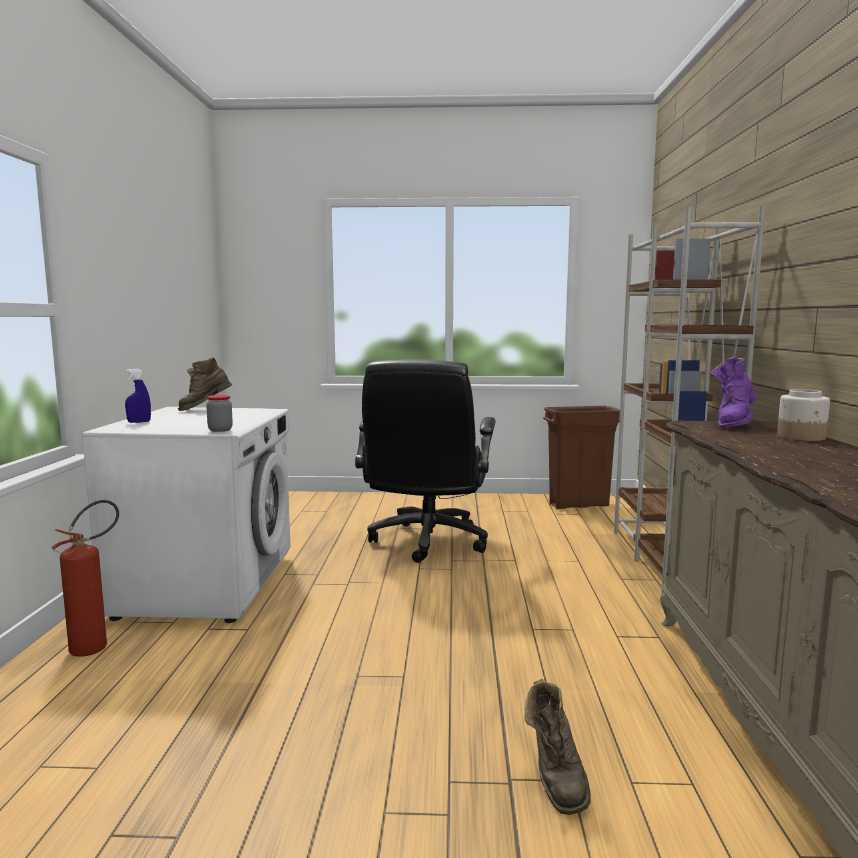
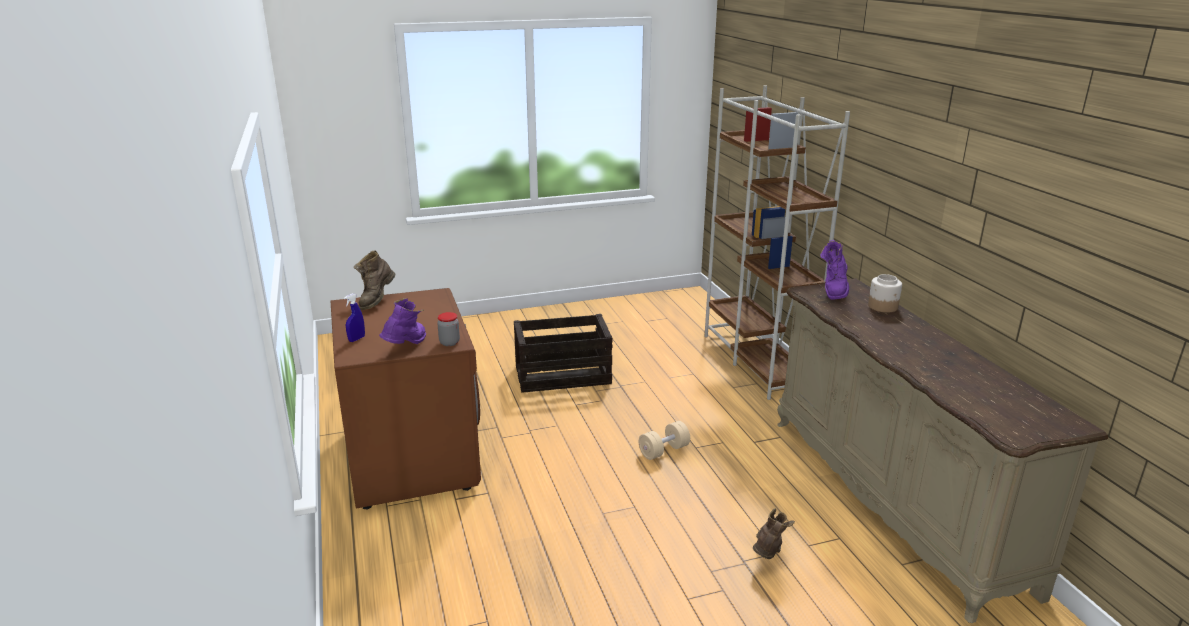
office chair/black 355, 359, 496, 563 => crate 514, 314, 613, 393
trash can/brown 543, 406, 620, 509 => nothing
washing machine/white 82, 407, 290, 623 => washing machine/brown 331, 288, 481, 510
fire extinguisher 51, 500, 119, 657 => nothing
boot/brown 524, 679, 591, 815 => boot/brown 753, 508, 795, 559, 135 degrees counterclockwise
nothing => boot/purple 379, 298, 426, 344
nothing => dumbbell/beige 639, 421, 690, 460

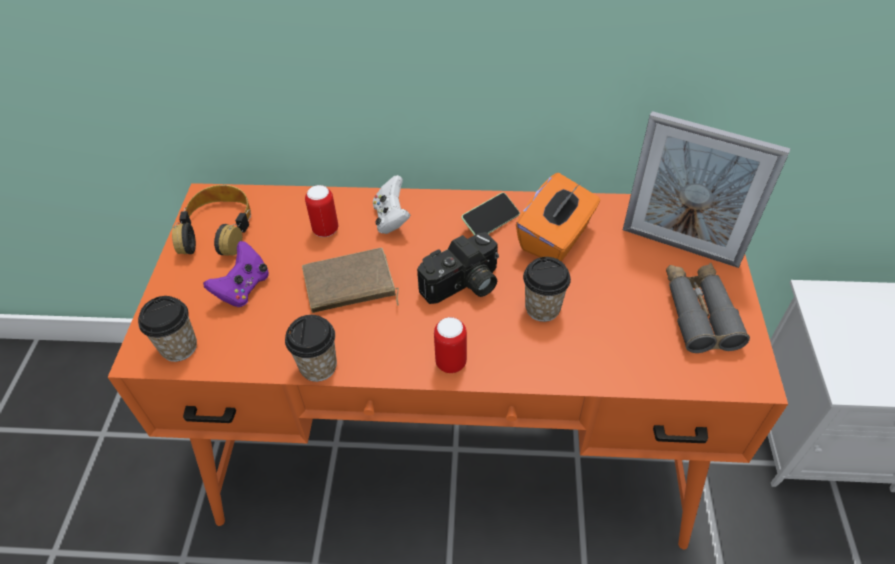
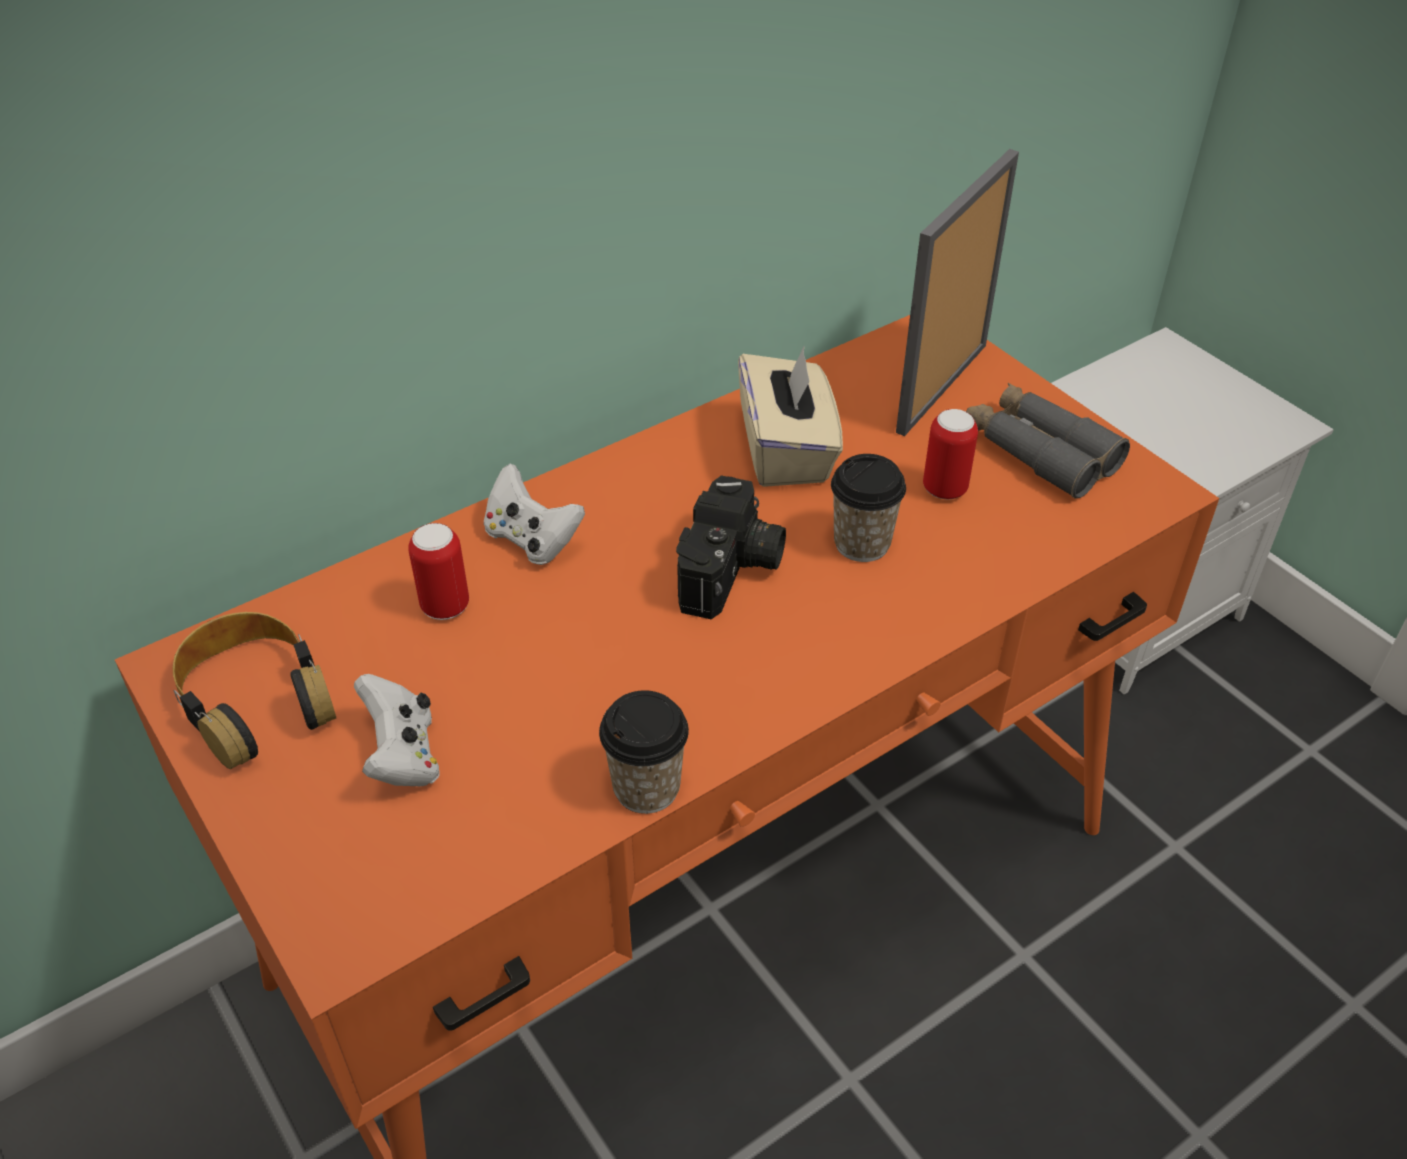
picture frame 623, 111, 791, 268 => picture frame 896, 149, 1019, 436, 135 degrees clockwise
tissue box/orange 516, 173, 600, 261 => tissue box/beige 738, 347, 843, 487
phone 461, 193, 520, 235 => nothing
game controller/purple 203, 241, 269, 307 => game controller/white 354, 674, 440, 786
book/brown 302, 248, 399, 313 => nothing
cup 138, 296, 197, 362 => nothing
can 434, 317, 467, 373 => can 923, 409, 978, 499, relocated

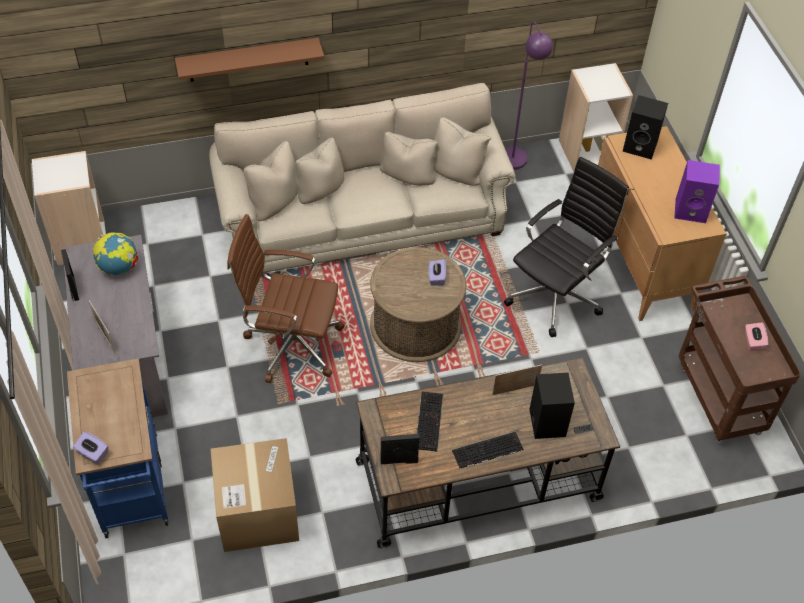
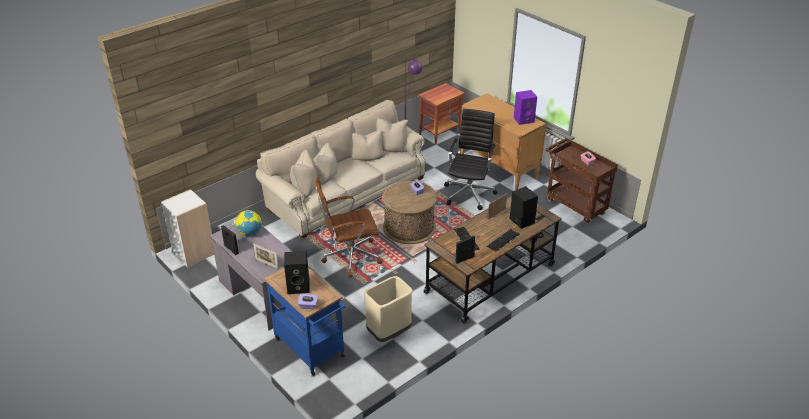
shelf/brown 175, 38, 324, 82 => nothing
bookcase 559, 63, 633, 172 => nightstand 418, 83, 465, 144
speaker/black 622, 95, 668, 160 => speaker/black 284, 251, 310, 294, relocated
cardboard box 210, 438, 299, 552 => trash can/beige 364, 276, 413, 342

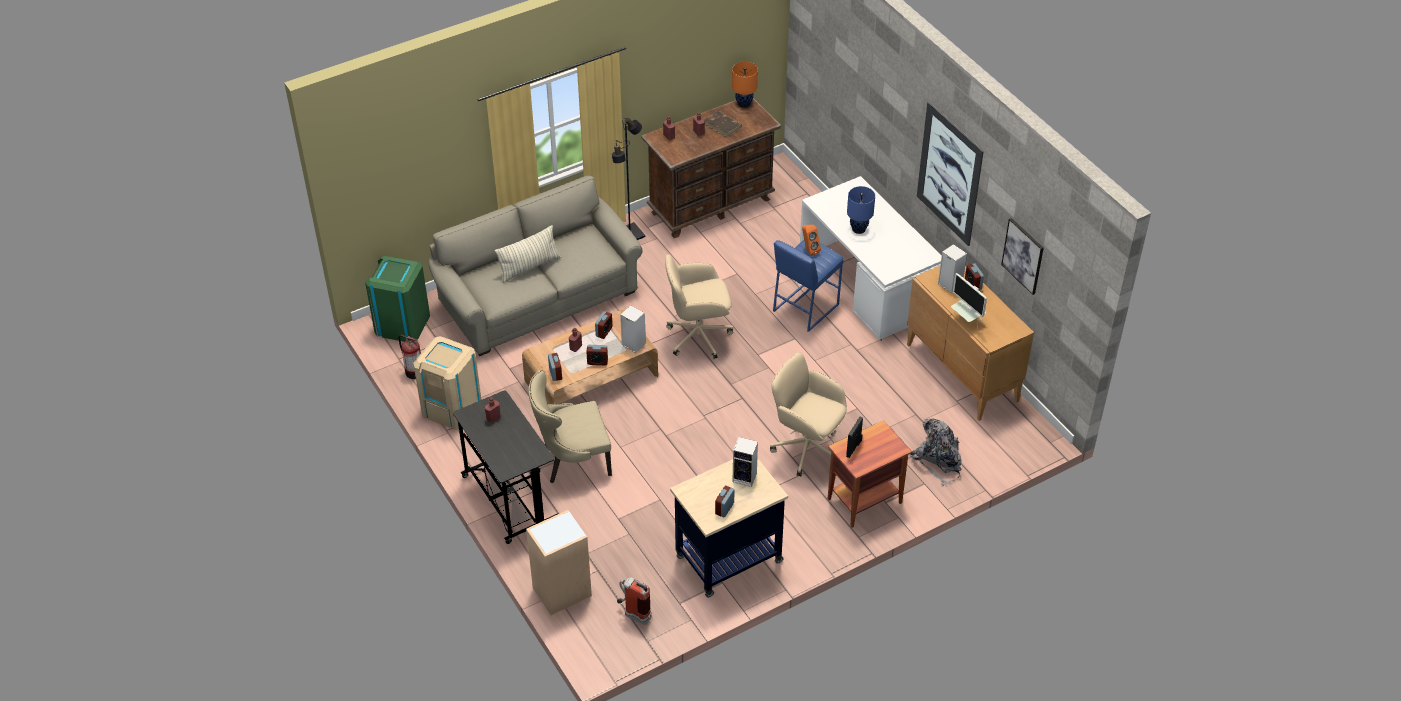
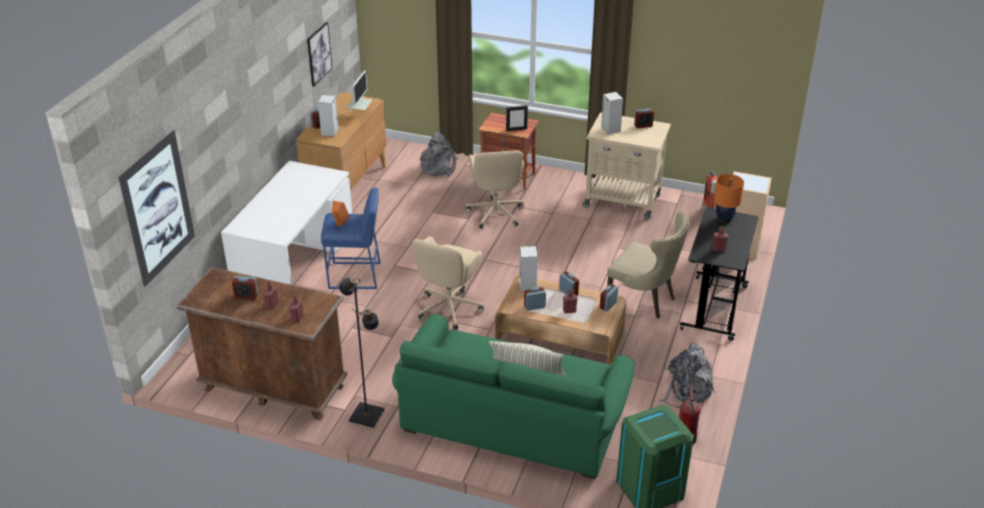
table lamp/orange 732, 62, 758, 108 => table lamp/orange 714, 174, 744, 223, relocated
picture 917, 102, 984, 246 => picture 118, 130, 195, 287, relocated
book/brown 705, 111, 742, 137 => alarm clock 232, 276, 258, 300
sofa/grey 428, 176, 642, 356 => sofa/green 392, 314, 635, 479
table lamp/blue 847, 186, 875, 234 => nothing
office chair/beige 665, 254, 733, 359 => office chair/beige 412, 236, 484, 330, 75 degrees clockwise
trash can/beige 413, 336, 481, 430 => backpack/grey 659, 343, 715, 408
cart/blue 670, 458, 788, 598 => cart/beige 583, 112, 671, 219

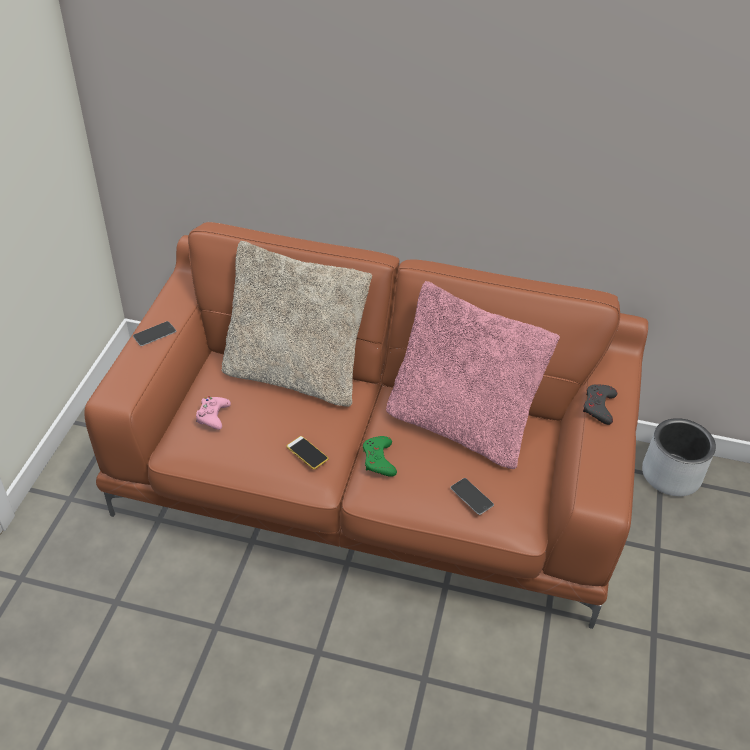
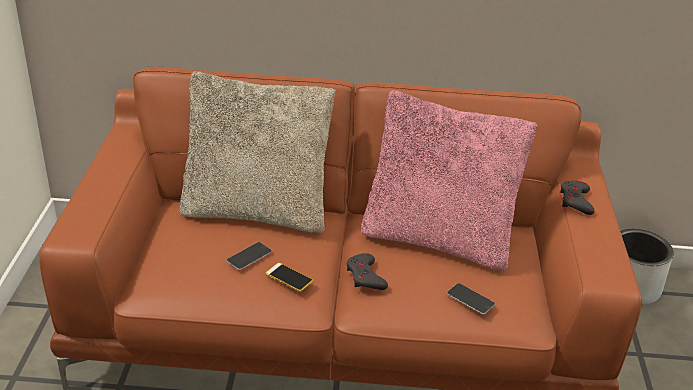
phone 133, 321, 176, 346 => phone 226, 242, 272, 270, relocated
game controller/pink 196, 396, 231, 430 => nothing
game controller/green 363, 436, 397, 477 => game controller/grey 347, 253, 388, 290

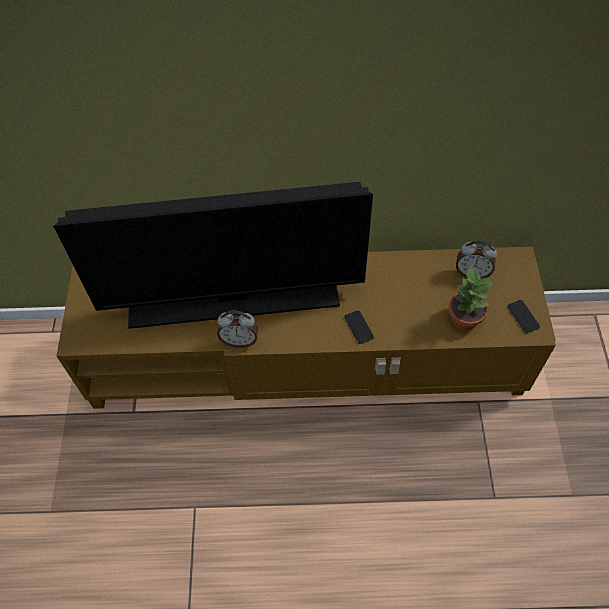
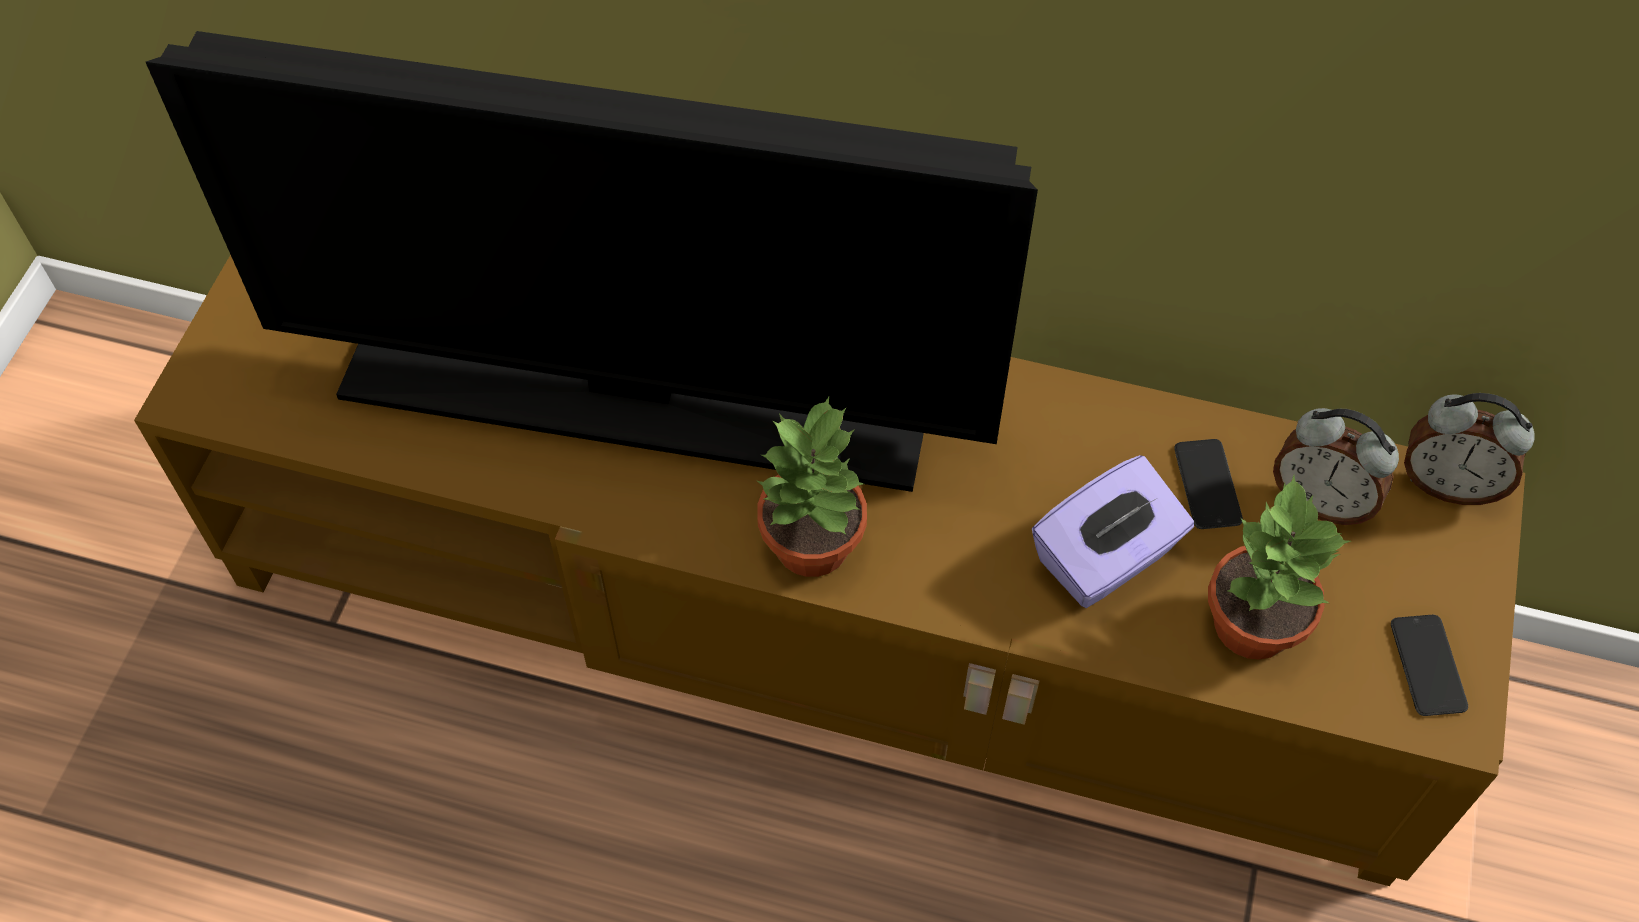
alarm clock 217, 310, 258, 348 => alarm clock 1404, 393, 1535, 505, relocated
phone 344, 310, 374, 344 => phone 1174, 439, 1243, 529, relocated
nothing => potted plant 757, 397, 867, 577
nothing => tissue box/purple 1032, 455, 1194, 608

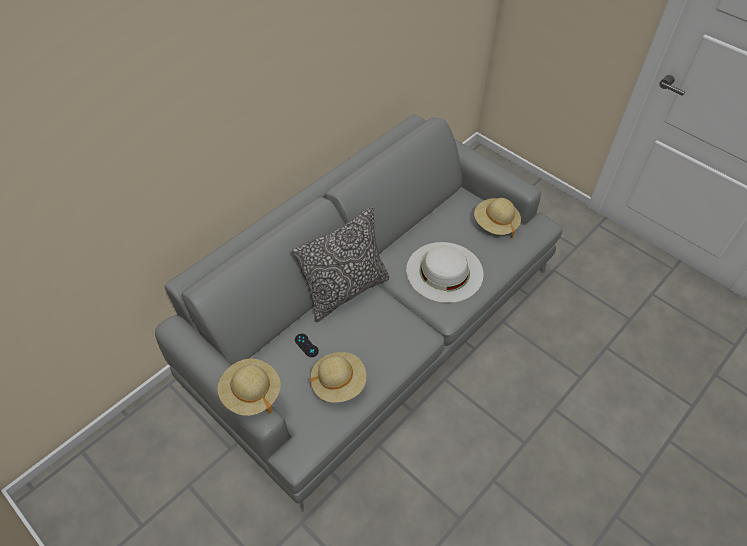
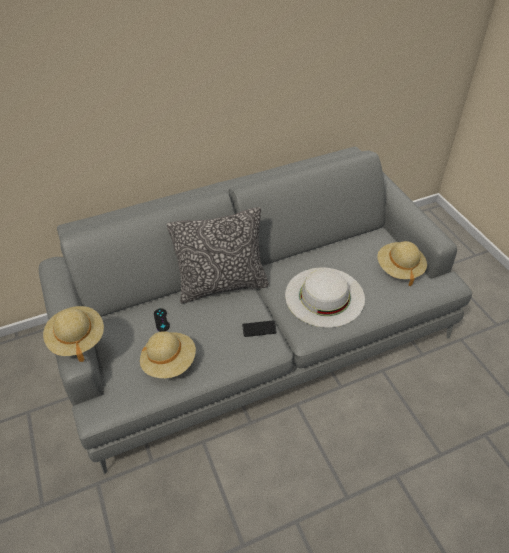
nothing => phone 242, 321, 277, 337

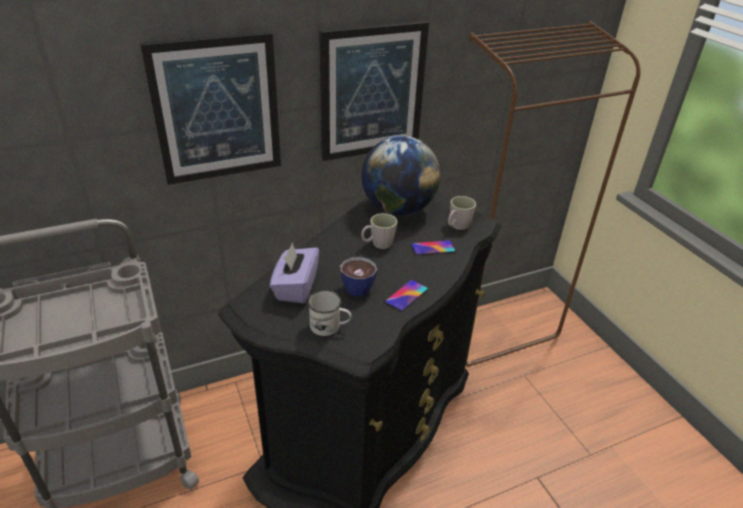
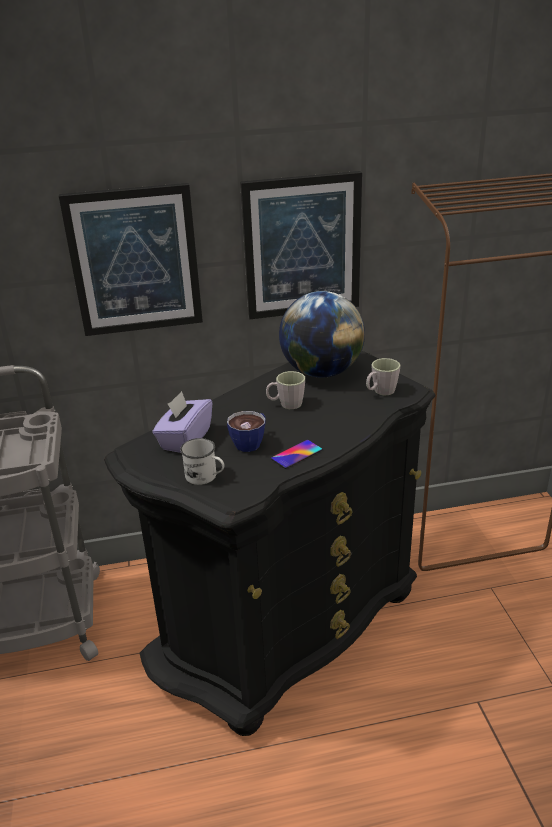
phone 411, 240, 455, 255 => nothing

